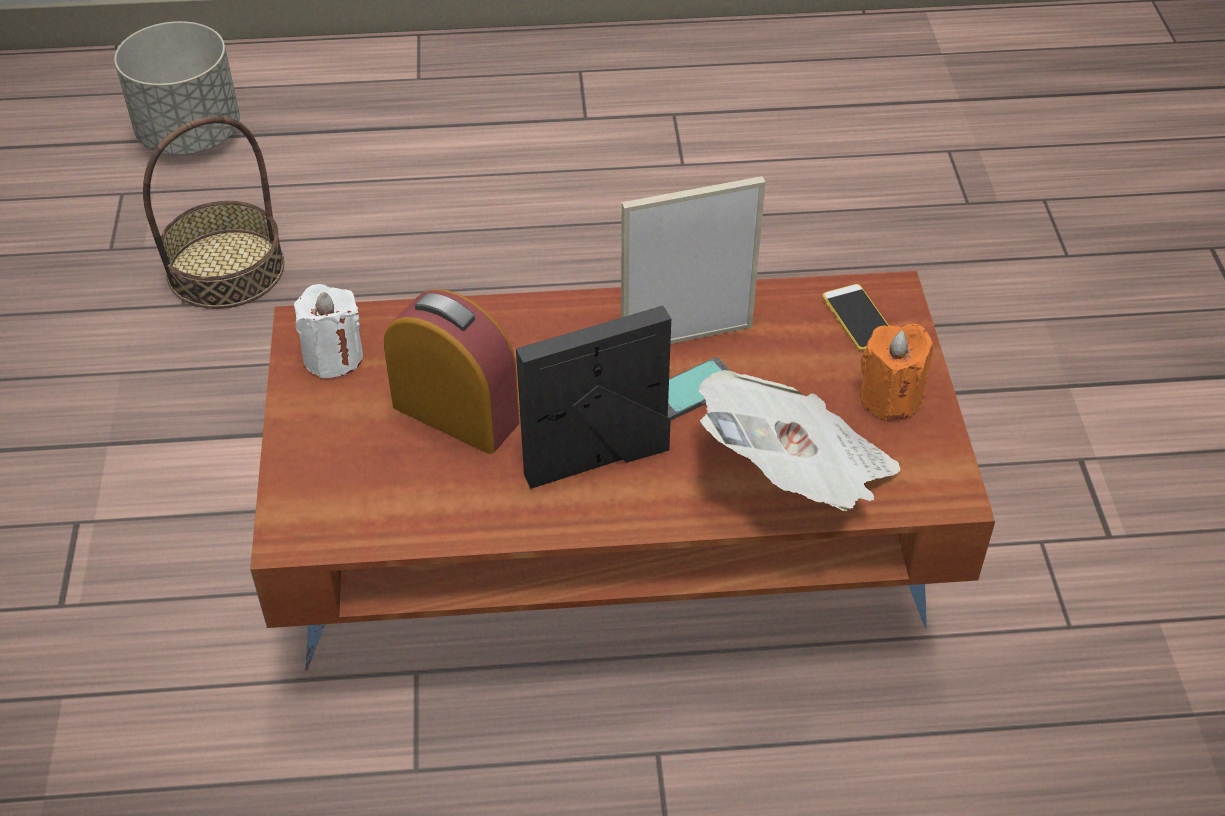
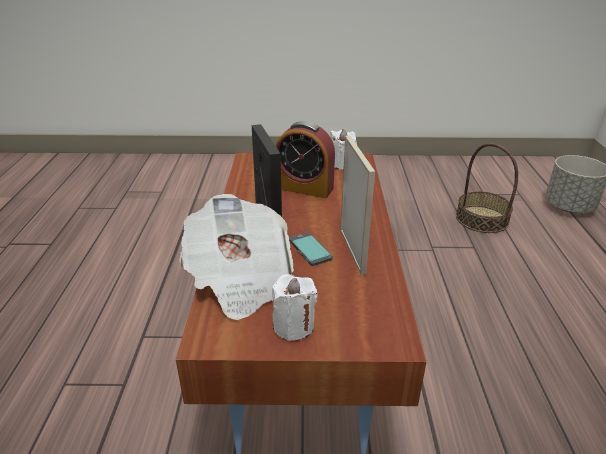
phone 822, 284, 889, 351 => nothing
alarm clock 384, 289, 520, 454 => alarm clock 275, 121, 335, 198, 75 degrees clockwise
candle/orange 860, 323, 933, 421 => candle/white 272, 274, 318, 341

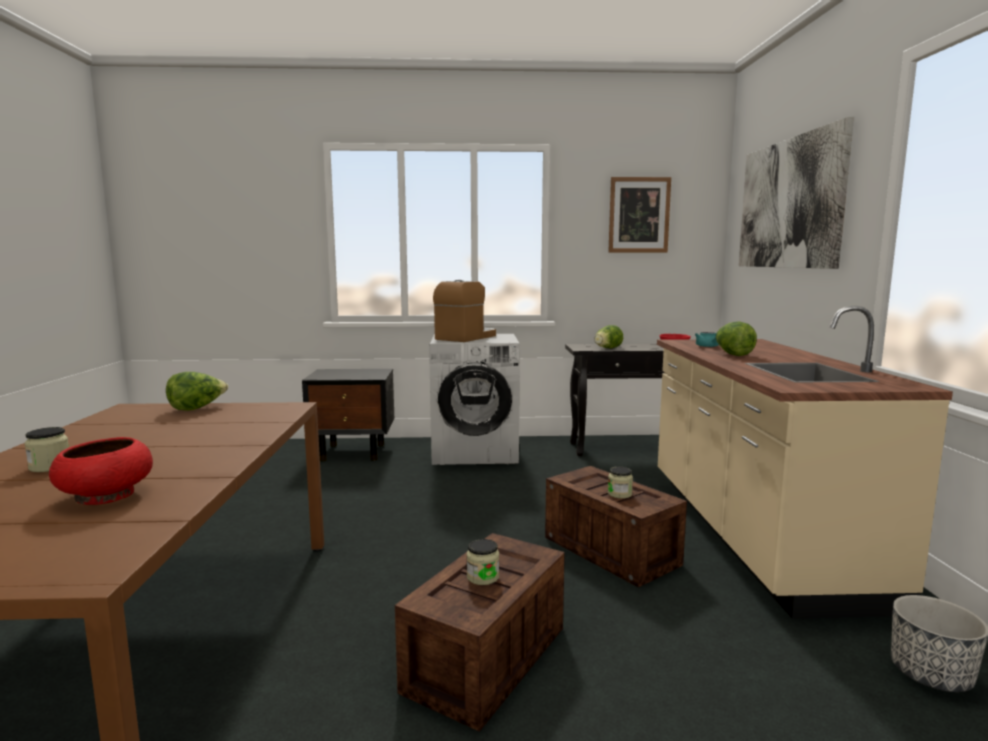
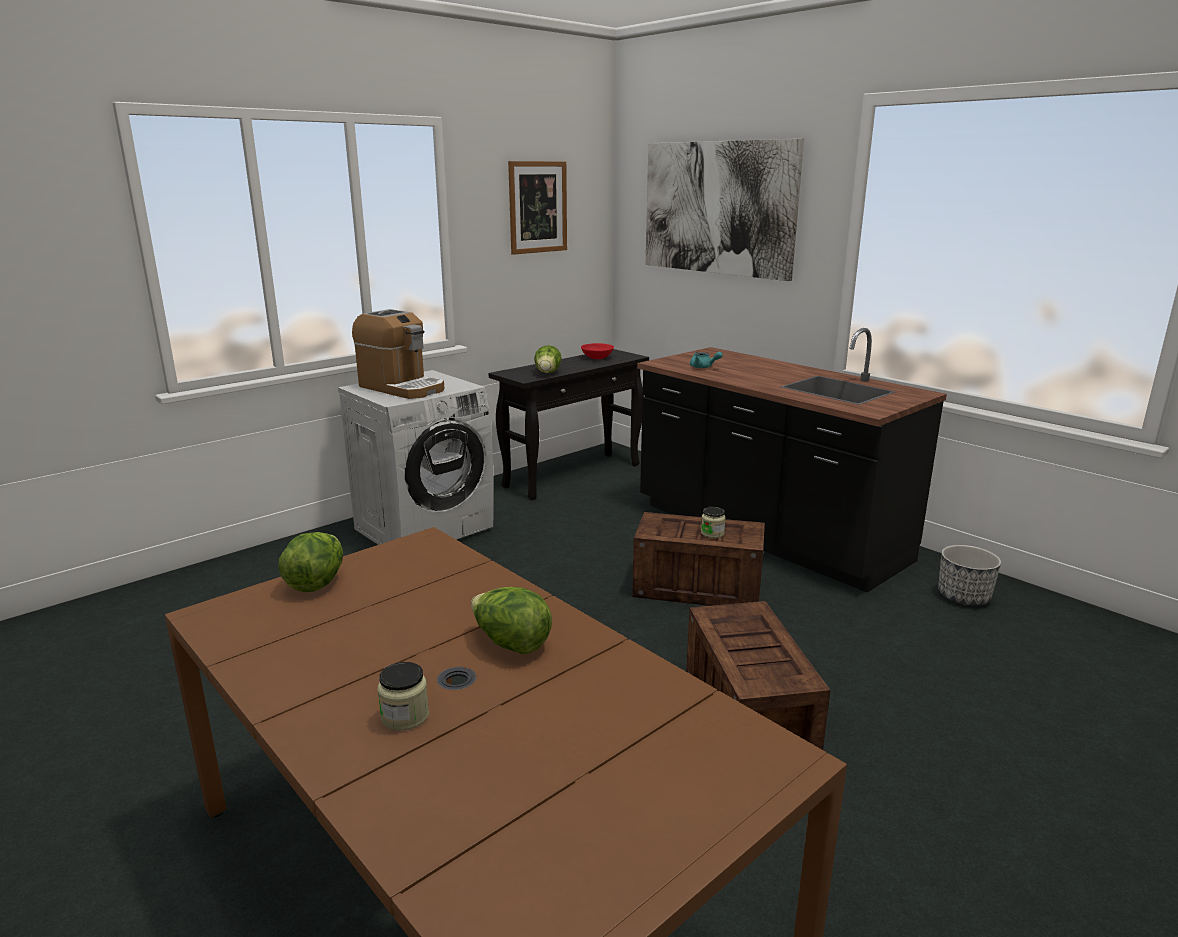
coffee machine 433, 280, 496, 342 => coffee machine 352, 309, 444, 399, 135 degrees clockwise
counter/beige 657, 306, 953, 619 => counter/black 637, 328, 947, 593
lettuce 716, 321, 757, 356 => lettuce 471, 587, 552, 654, relocated
nightstand/black 302, 369, 394, 461 => nothing
bowl/red 49, 437, 153, 505 => nothing
jar 466, 539, 499, 585 => nothing

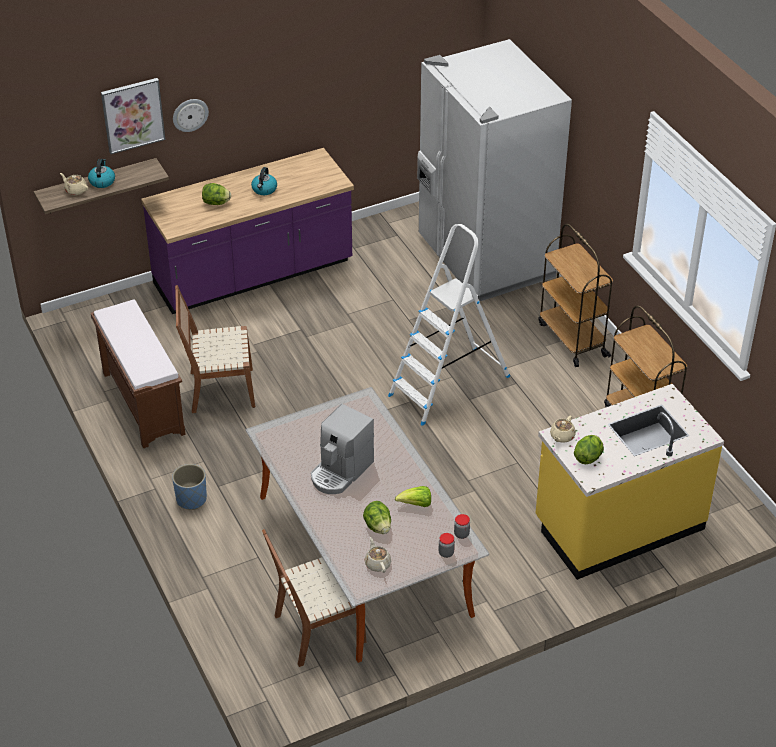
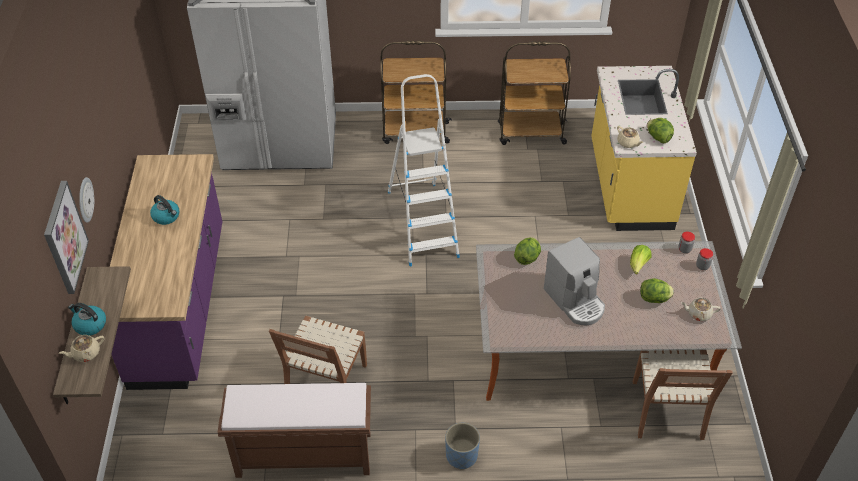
lettuce 202, 183, 231, 205 => lettuce 514, 237, 541, 265, relocated

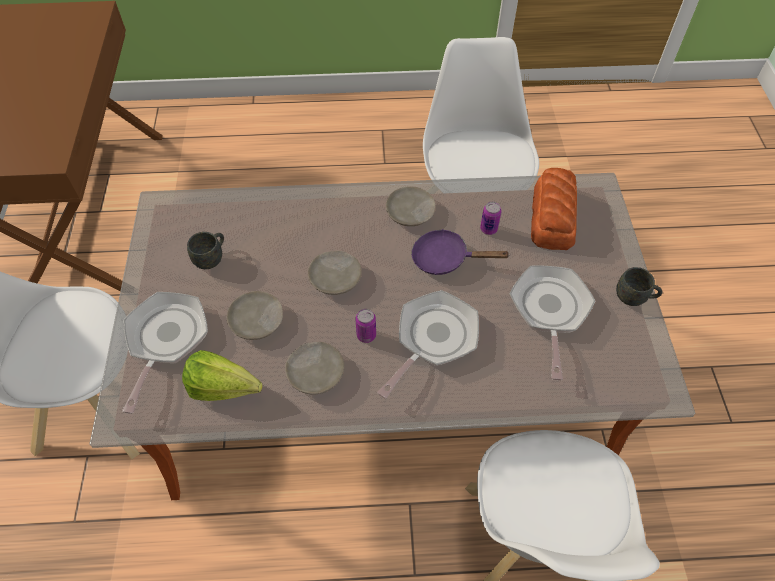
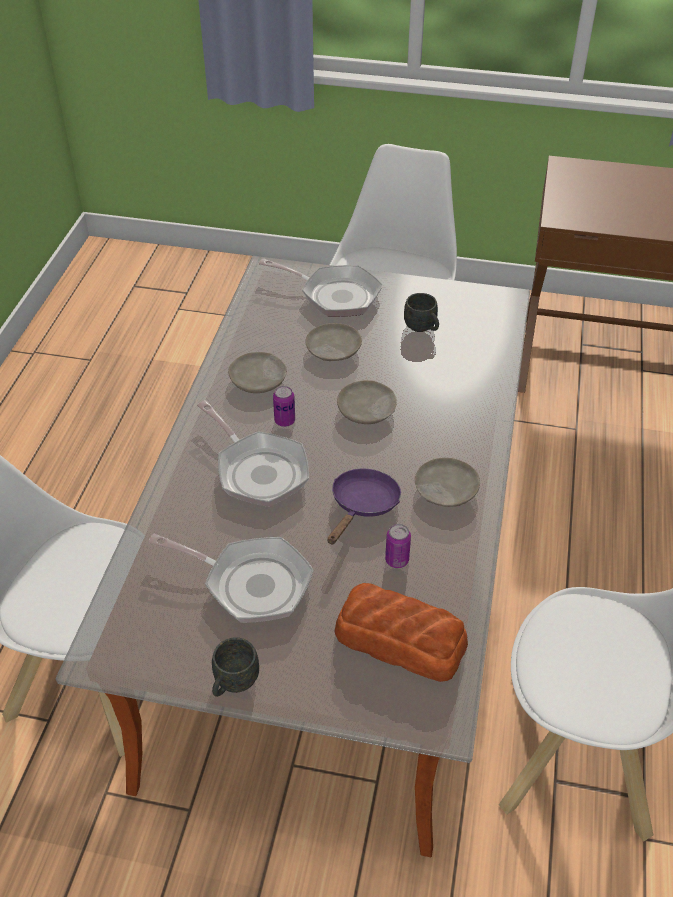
lettuce 182, 350, 262, 401 => nothing

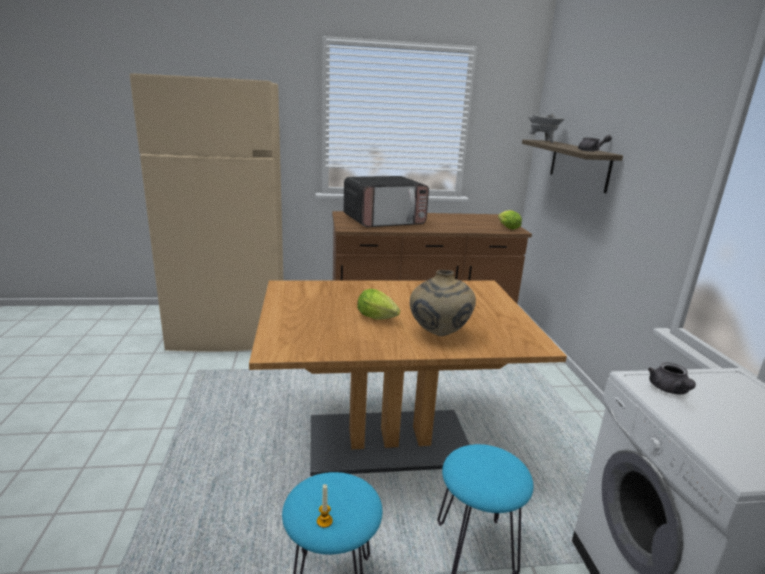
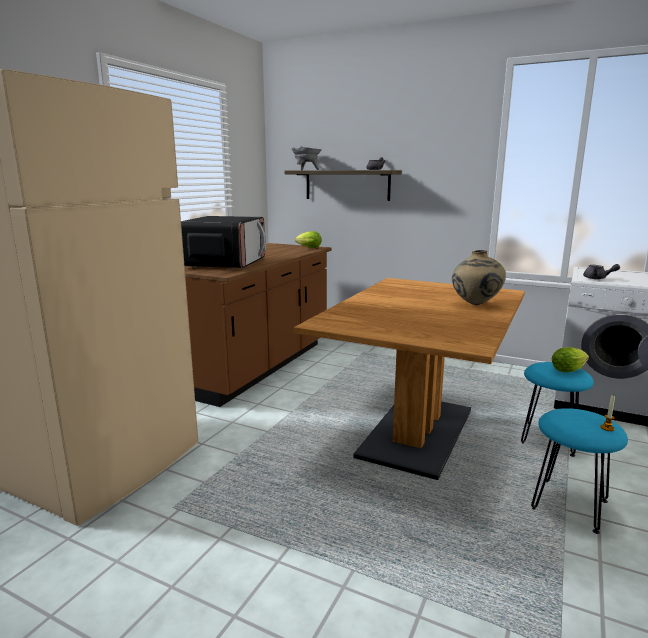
lettuce 357, 289, 400, 320 => lettuce 552, 347, 589, 372, relocated

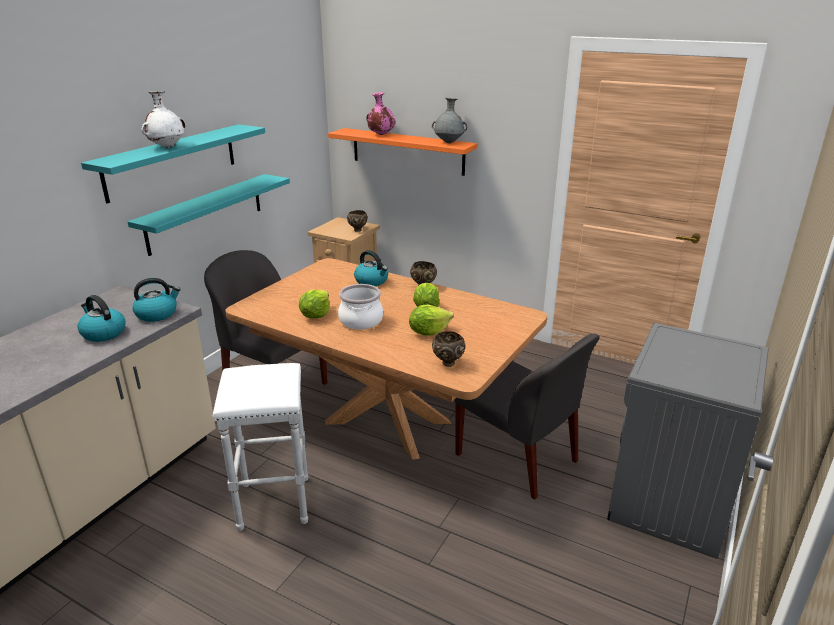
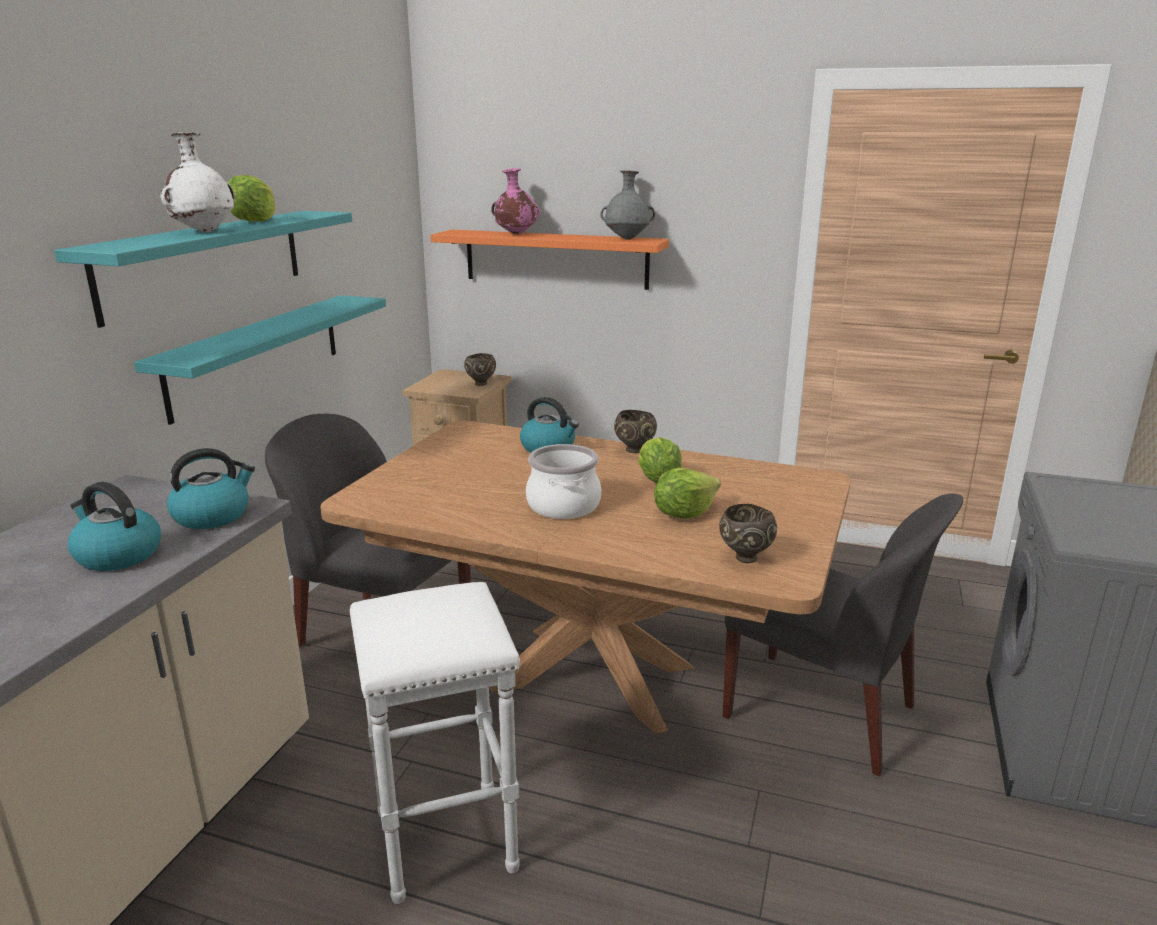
lettuce 299, 290, 330, 318 => lettuce 228, 175, 275, 222, relocated

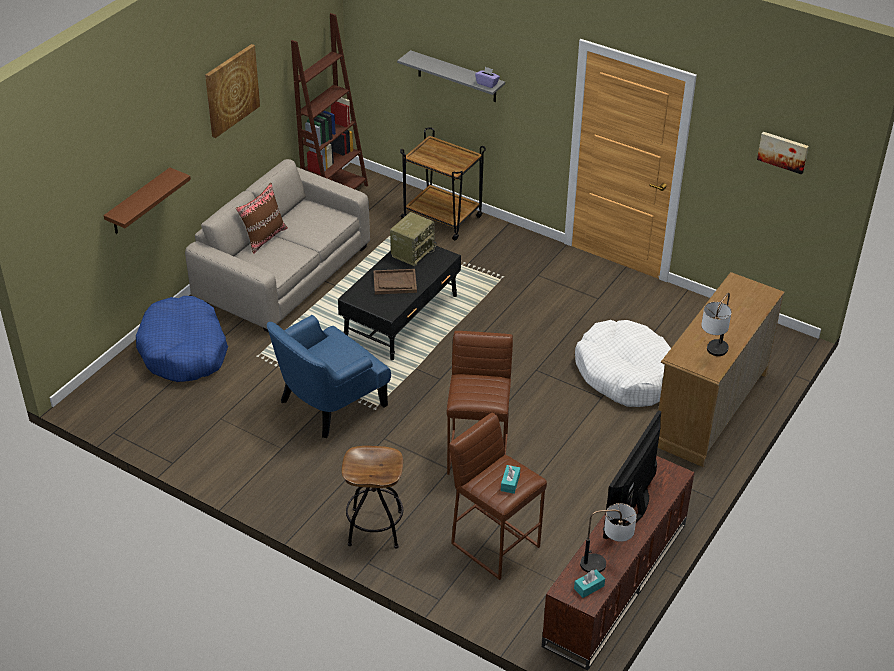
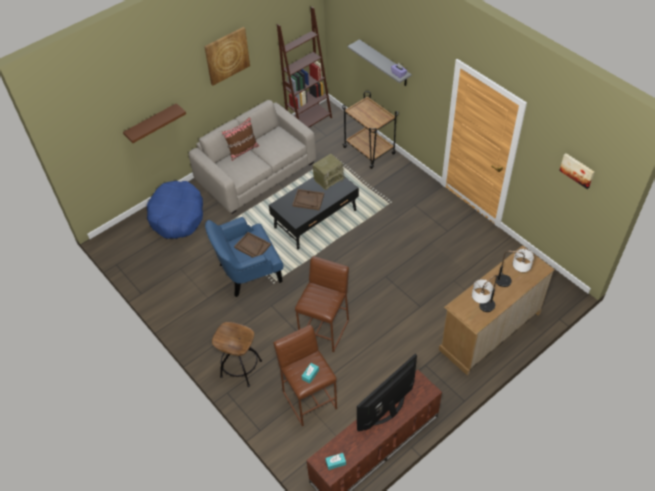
dog bed/white 575, 320, 671, 407 => nothing
table lamp 580, 503, 637, 573 => table lamp 496, 249, 534, 287, relocated
nothing => tray/brown 234, 232, 271, 258

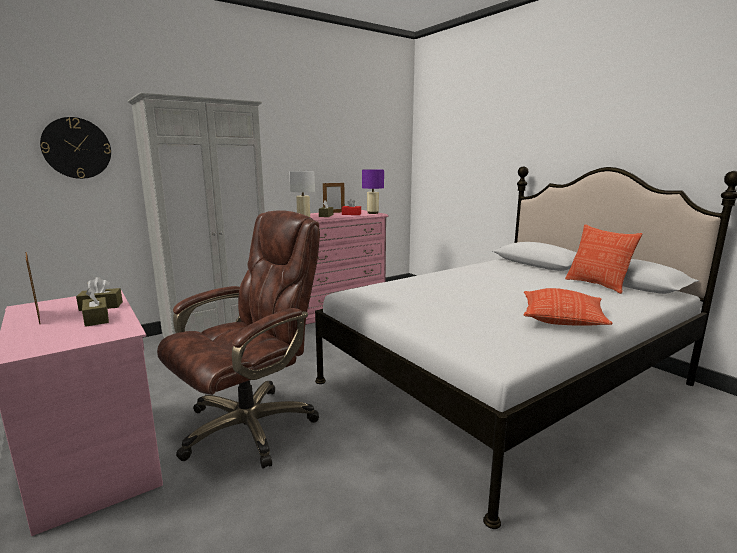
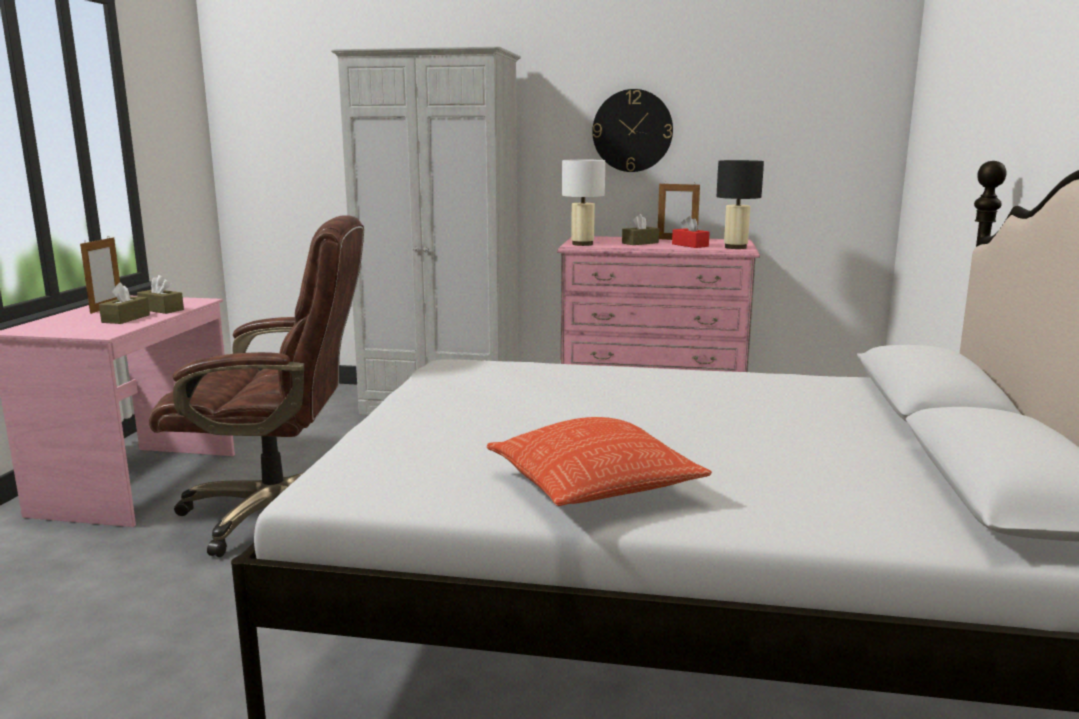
wall clock 40, 117, 111, 179 => wall clock 592, 89, 673, 172, relocated
table lamp/purple 362, 169, 384, 214 => table lamp/black 717, 160, 764, 249
pillow/orange 565, 224, 642, 294 => nothing

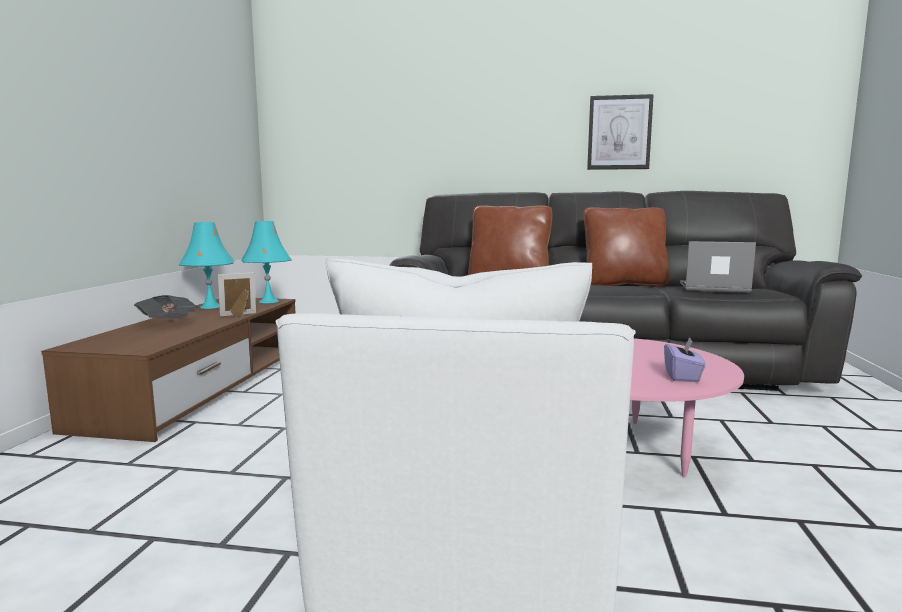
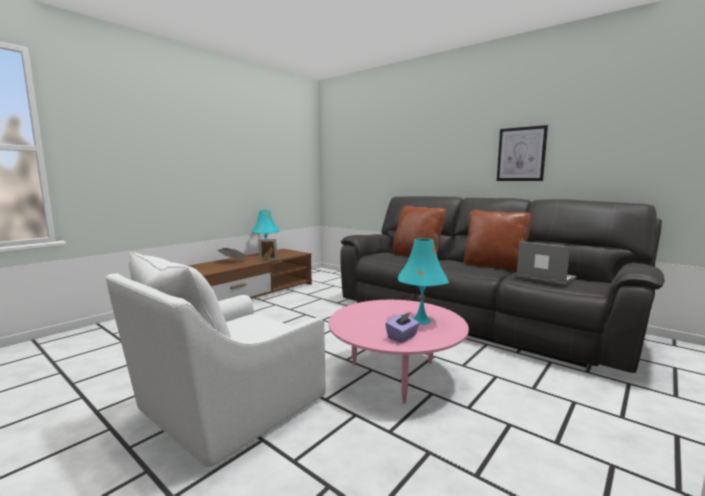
table lamp/turquoise 241, 221, 292, 303 => table lamp/turquoise 398, 238, 449, 324, relocated

